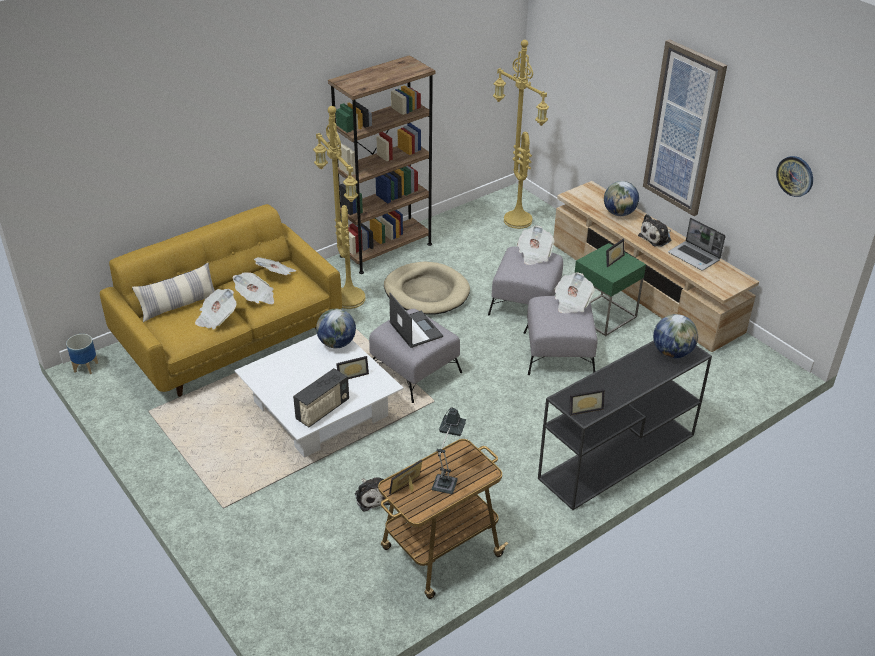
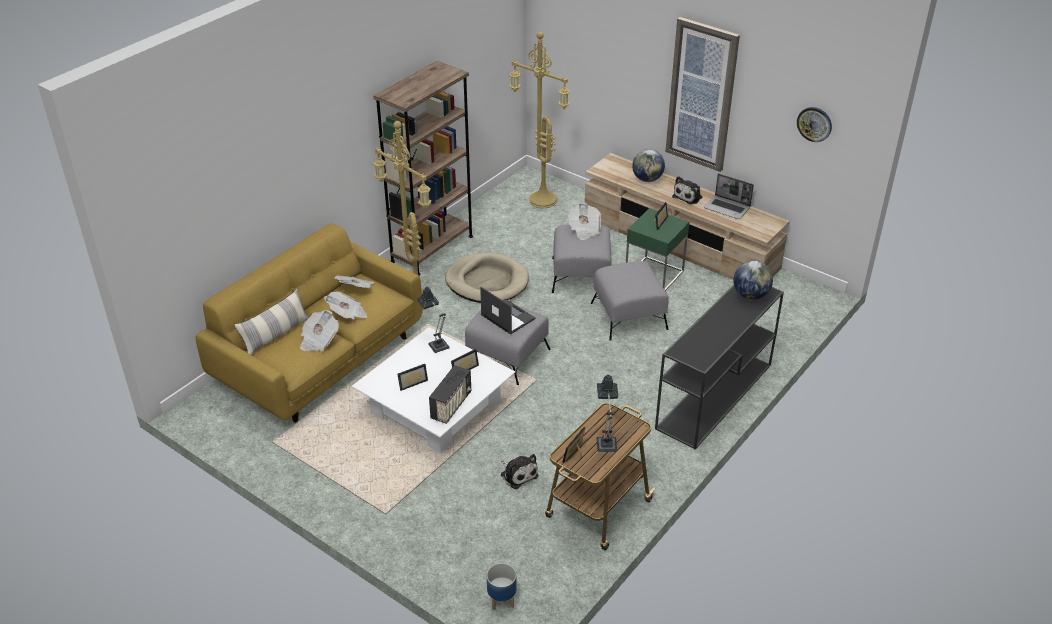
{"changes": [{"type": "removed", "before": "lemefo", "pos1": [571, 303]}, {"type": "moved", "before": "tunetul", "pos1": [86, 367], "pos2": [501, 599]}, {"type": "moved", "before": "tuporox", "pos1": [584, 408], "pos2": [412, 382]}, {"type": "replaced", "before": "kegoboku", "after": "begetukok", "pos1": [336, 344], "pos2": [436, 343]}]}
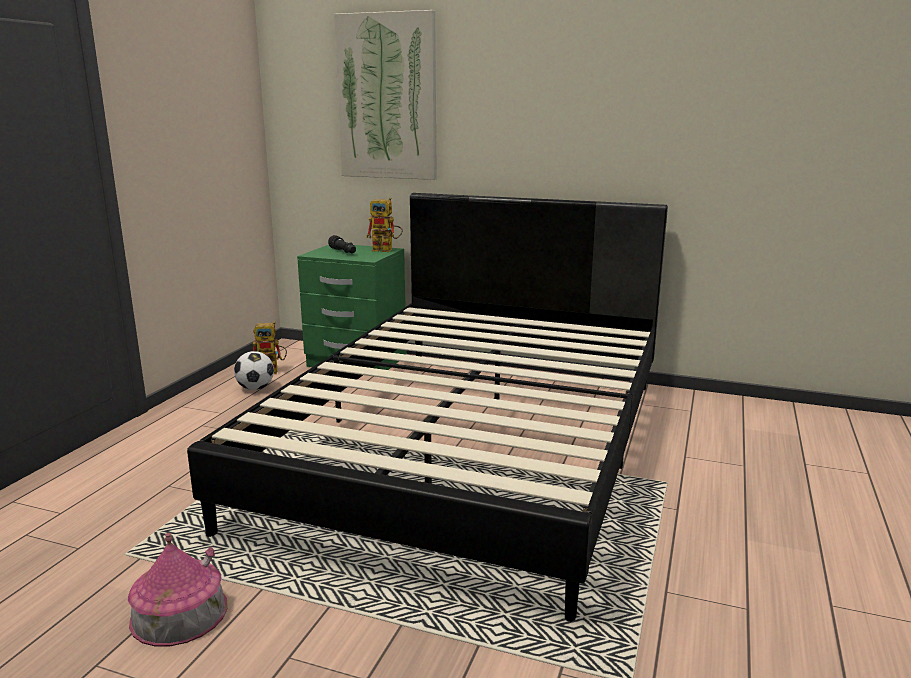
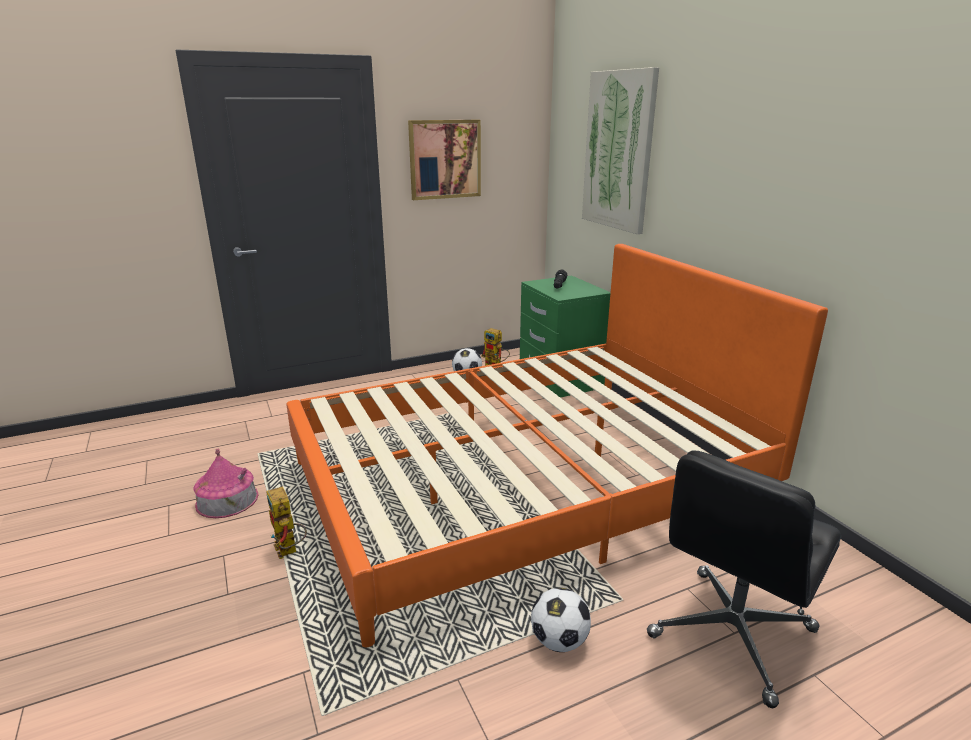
{"changes": [{"type": "added", "after": "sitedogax", "pos2": [445, 159]}, {"type": "added", "after": "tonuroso", "pos2": [559, 641]}, {"type": "added", "after": "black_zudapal", "pos2": [731, 634]}, {"type": "moved", "before": "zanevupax", "pos1": [387, 250], "pos2": [289, 552]}, {"type": "recoloured", "before": "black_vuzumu", "after": "orange_vuzumu", "pos1": [472, 446], "pos2": [525, 483]}]}
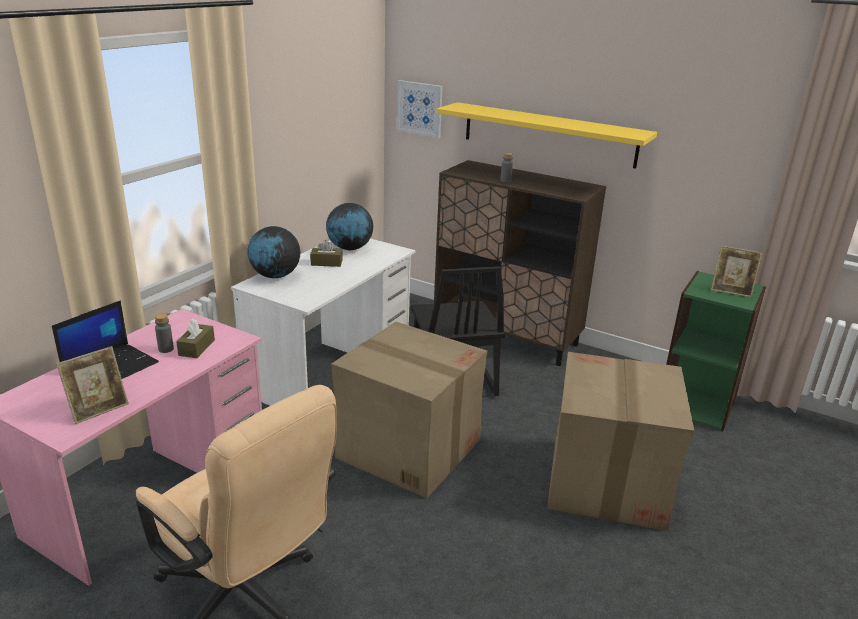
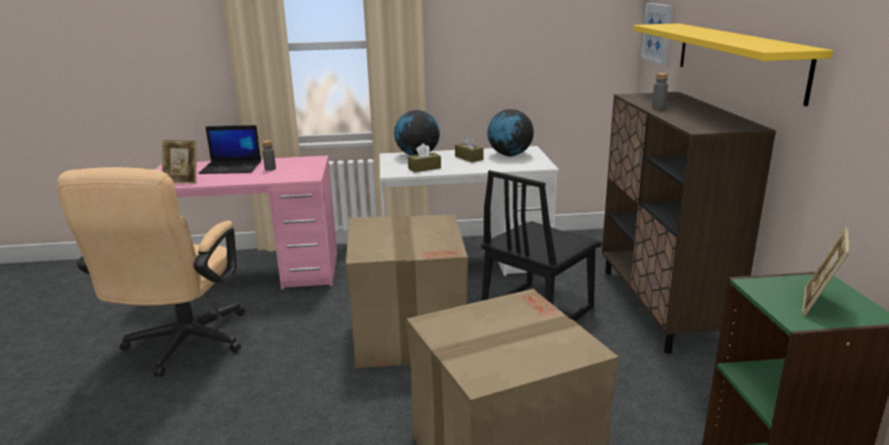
{"changes": [{"type": "moved", "before": "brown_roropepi", "pos1": [196, 347], "pos2": [424, 168]}, {"type": "turned", "before": "tuporox", "pos1": [731, 291], "pos2": [818, 304], "turn": 45}]}
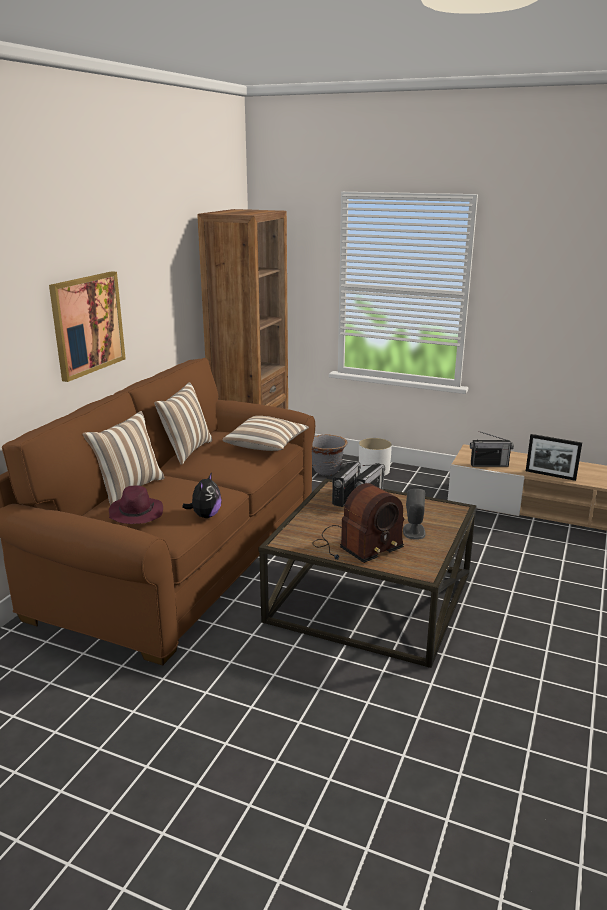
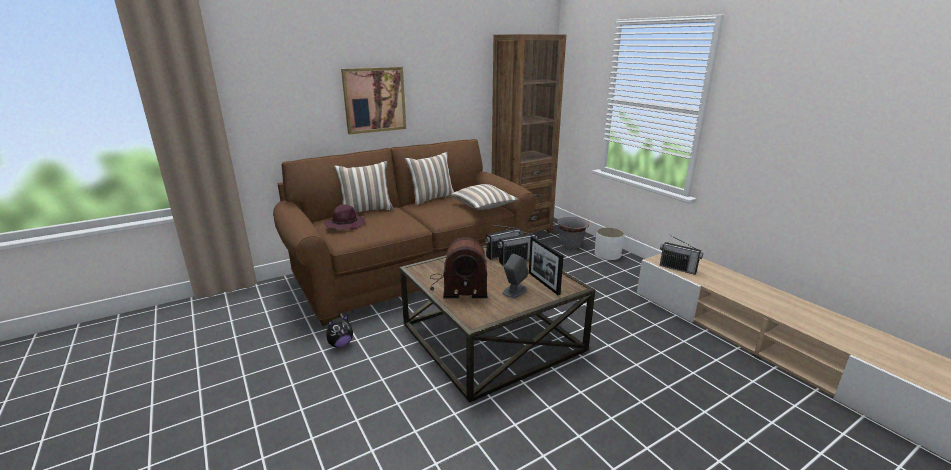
{"changes": [{"type": "moved", "before": "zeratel", "pos1": [205, 516], "pos2": [340, 344]}, {"type": "moved", "before": "tuporox", "pos1": [550, 475], "pos2": [543, 283]}]}
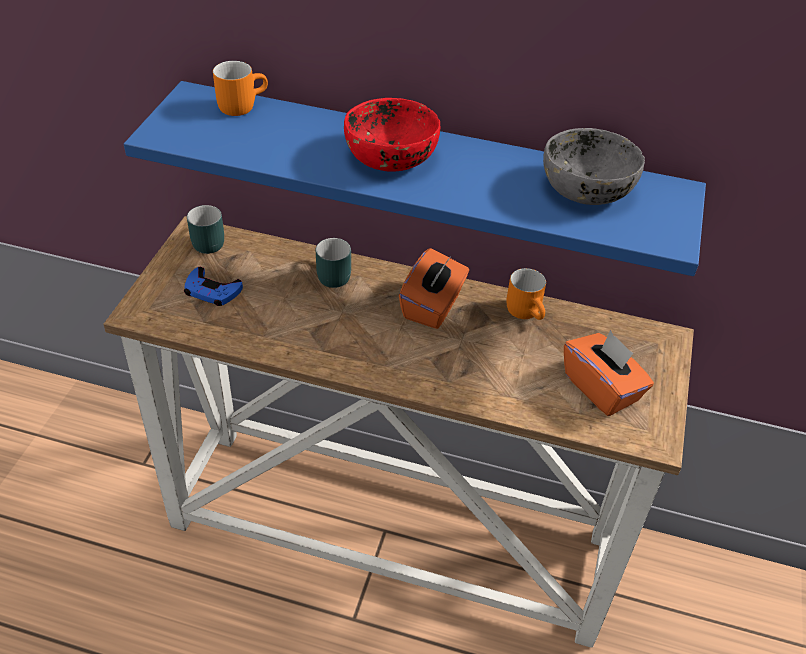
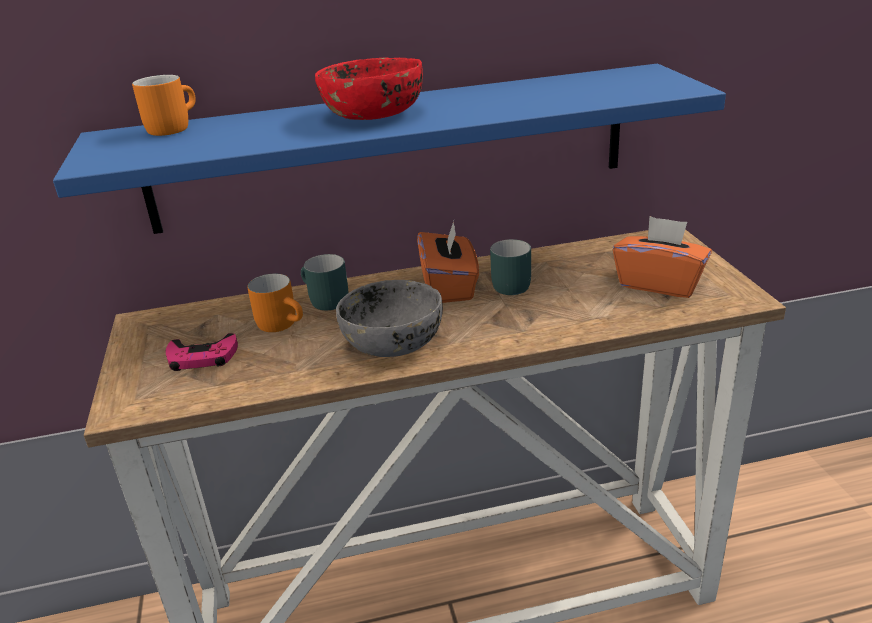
{"changes": [{"type": "moved", "before": "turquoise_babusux", "pos1": [207, 241], "pos2": [505, 285]}, {"type": "moved", "before": "orange_babusux", "pos1": [528, 312], "pos2": [283, 324]}, {"type": "moved", "before": "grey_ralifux", "pos1": [587, 188], "pos2": [393, 341]}, {"type": "recoloured", "before": "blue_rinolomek", "after": "pink_rinolomek", "pos1": [212, 291], "pos2": [202, 358]}]}
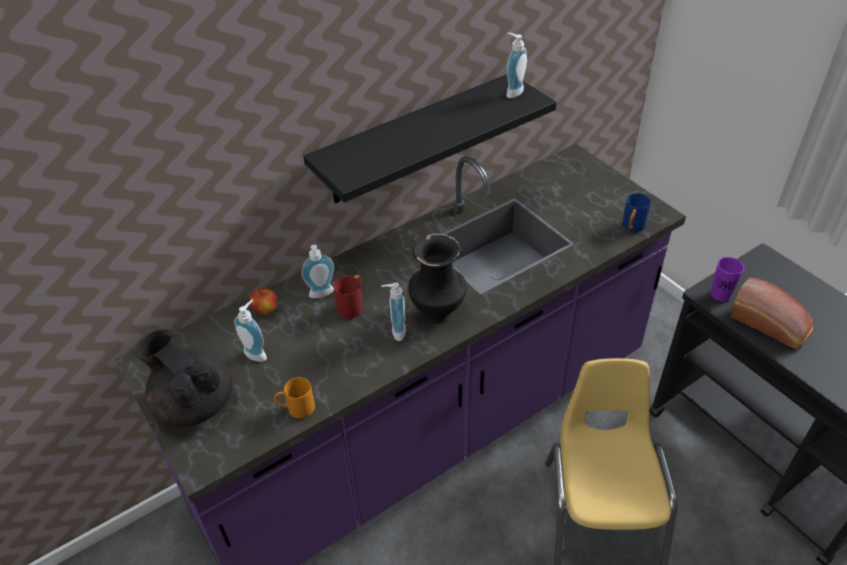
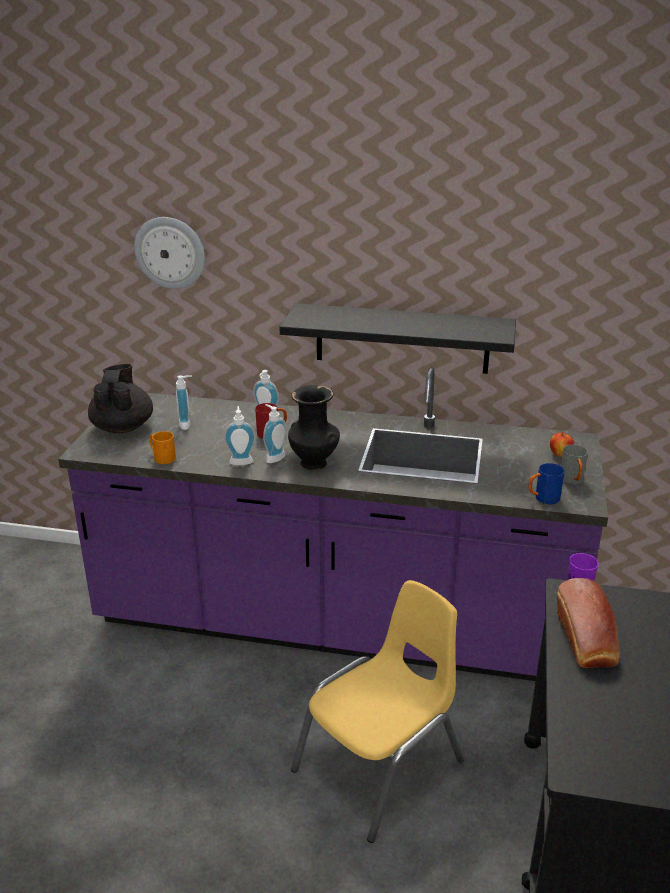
{"changes": [{"type": "added", "after": "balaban", "pos2": [170, 252]}, {"type": "added", "after": "grey_babusux", "pos2": [573, 481]}, {"type": "moved", "before": "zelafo", "pos1": [265, 310], "pos2": [560, 454]}, {"type": "moved", "before": "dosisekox", "pos1": [512, 92], "pos2": [241, 461]}]}
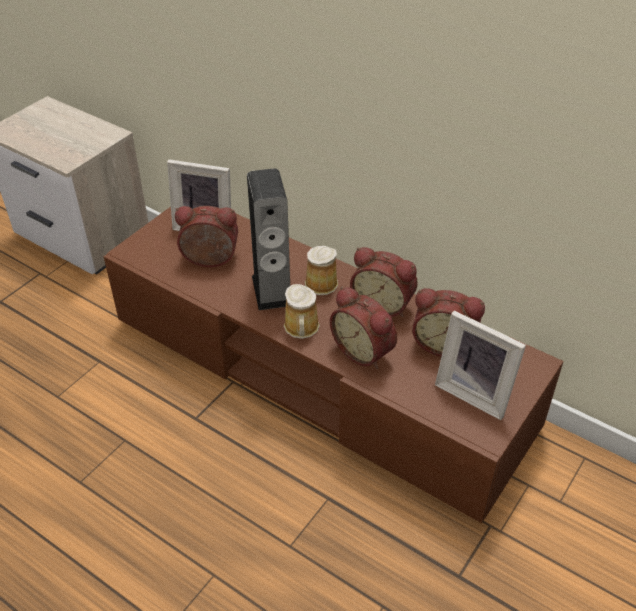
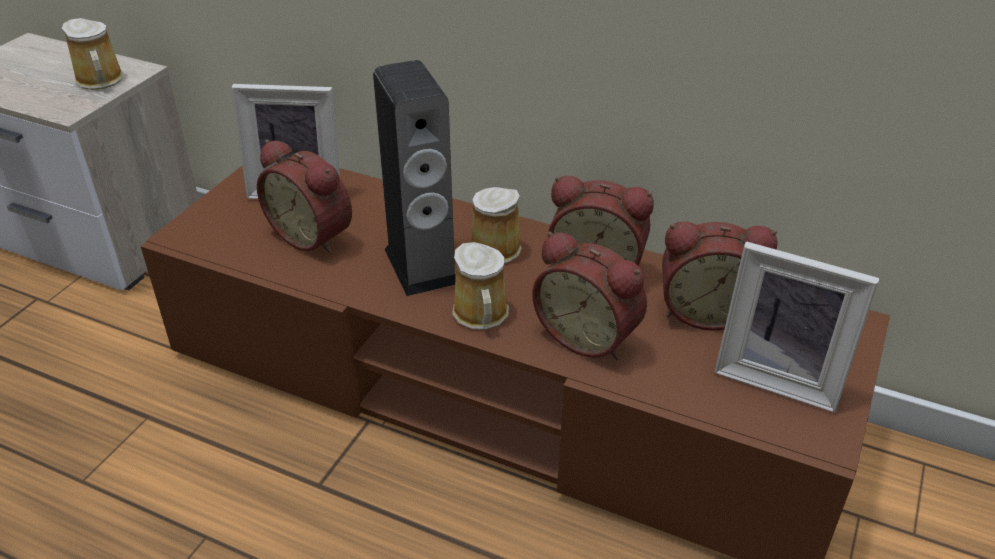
{"changes": [{"type": "added", "after": "babusux", "pos2": [100, 81]}, {"type": "turned", "before": "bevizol", "pos1": [210, 261], "pos2": [314, 235], "turn": -135}]}
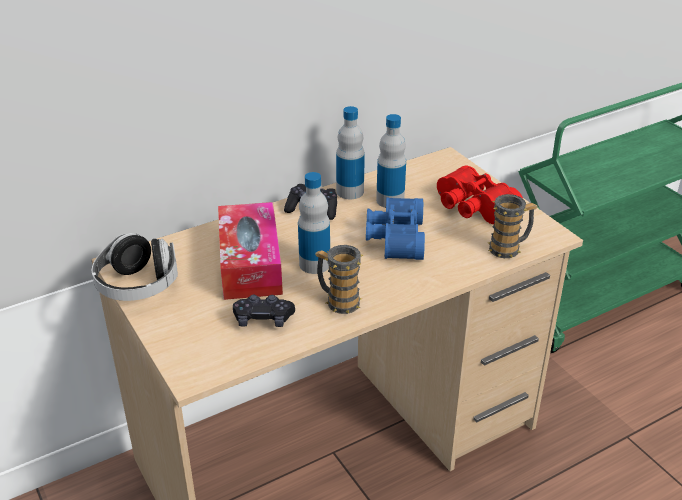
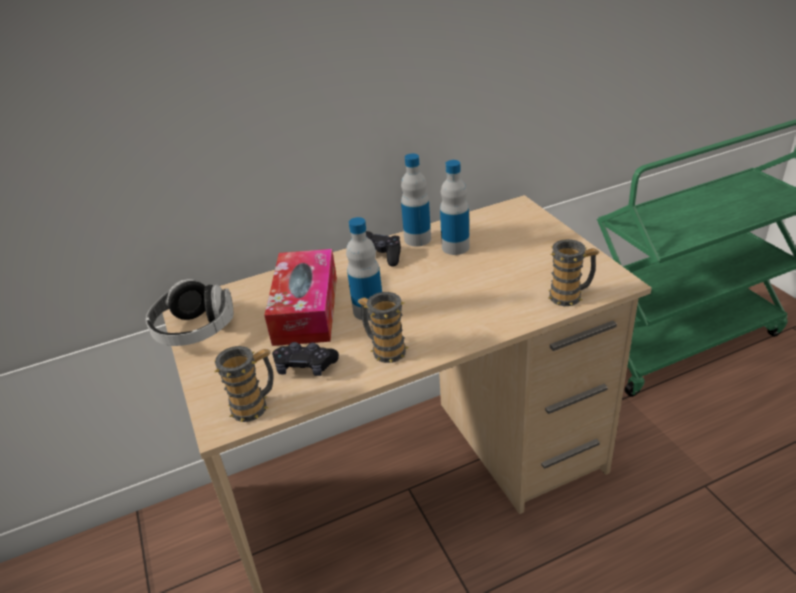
{"changes": [{"type": "removed", "before": "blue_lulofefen", "pos1": [394, 238]}, {"type": "removed", "before": "red_lulofefen", "pos1": [472, 208]}, {"type": "added", "after": "babusux", "pos2": [255, 405]}]}
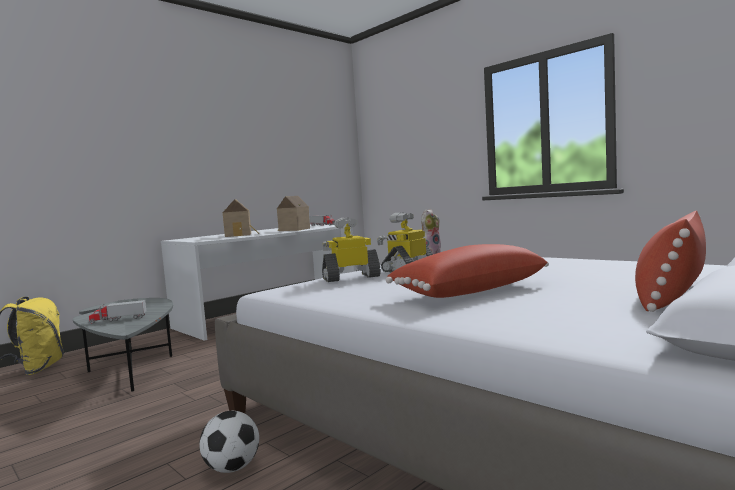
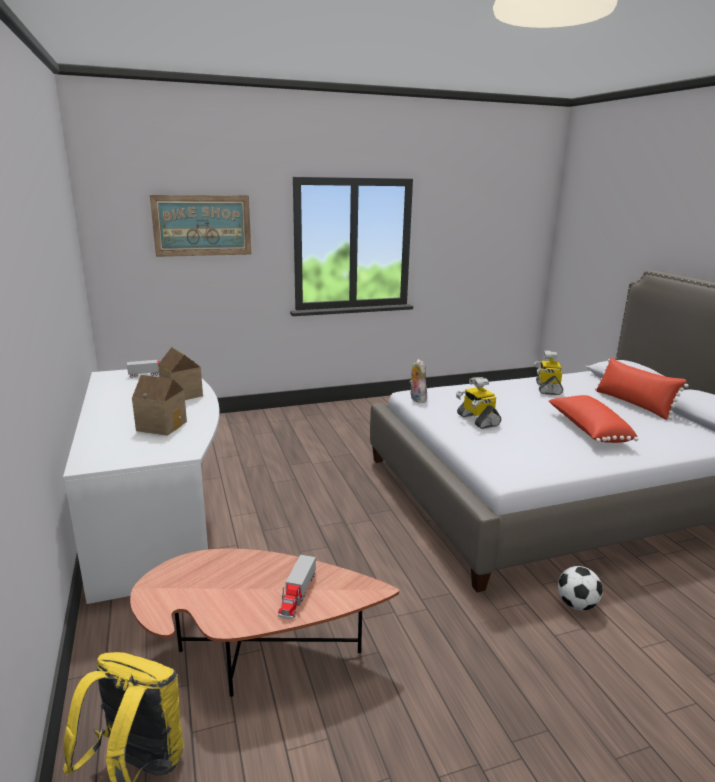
{"changes": [{"type": "added", "after": "sitedogax", "pos2": [202, 225]}, {"type": "moved", "before": "zanevupax", "pos1": [351, 277], "pos2": [547, 388]}, {"type": "recoloured", "before": "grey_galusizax", "after": "brown_galusizax", "pos1": [132, 366], "pos2": [254, 650]}]}
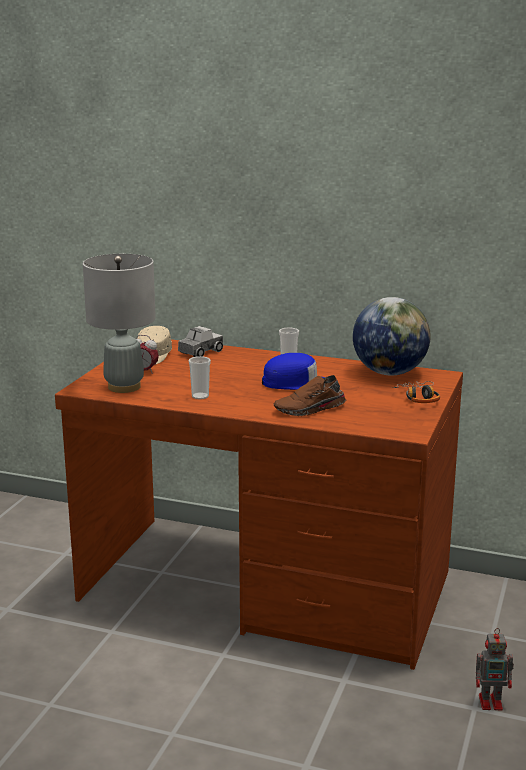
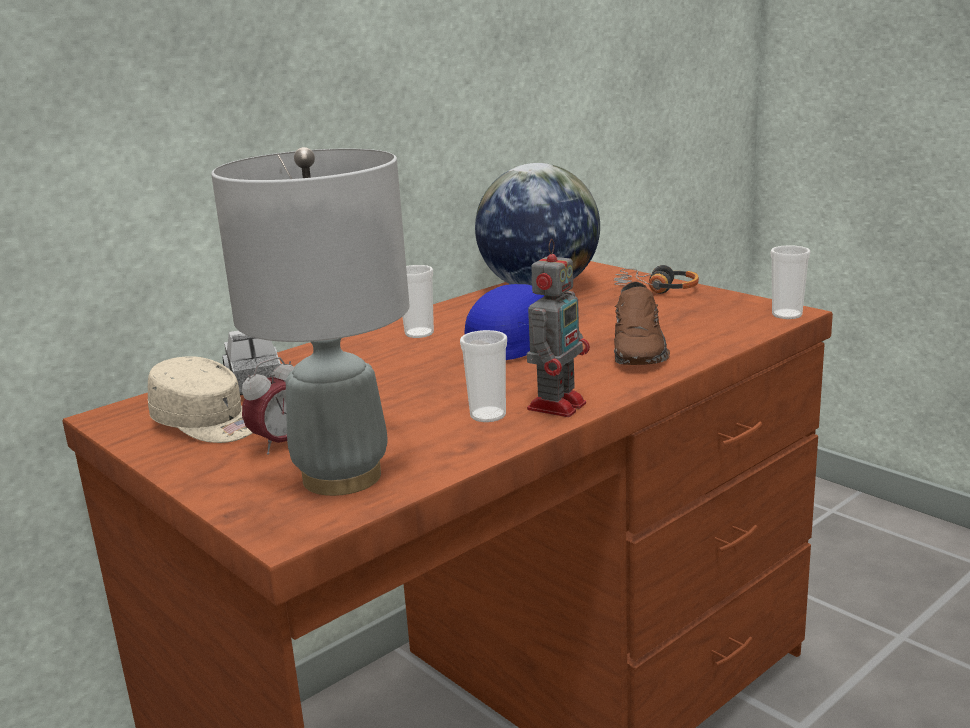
{"changes": [{"type": "added", "after": "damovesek", "pos2": [787, 315]}, {"type": "moved", "before": "zanevupax", "pos1": [492, 702], "pos2": [558, 405]}]}
